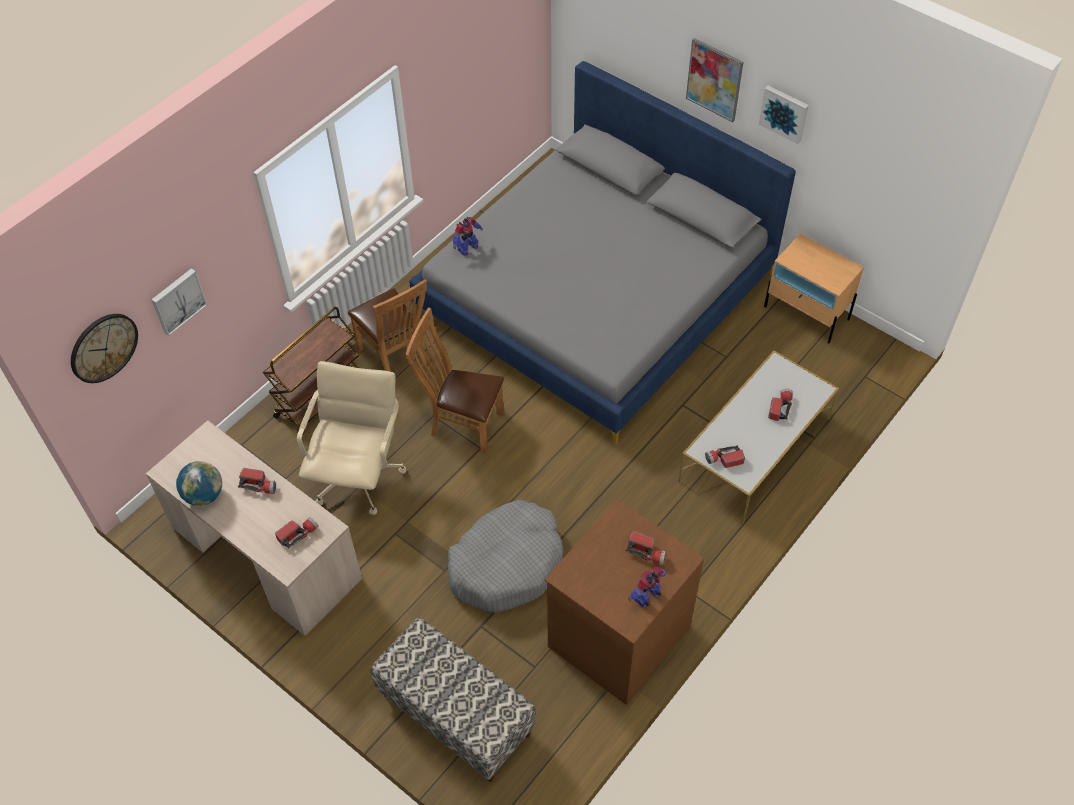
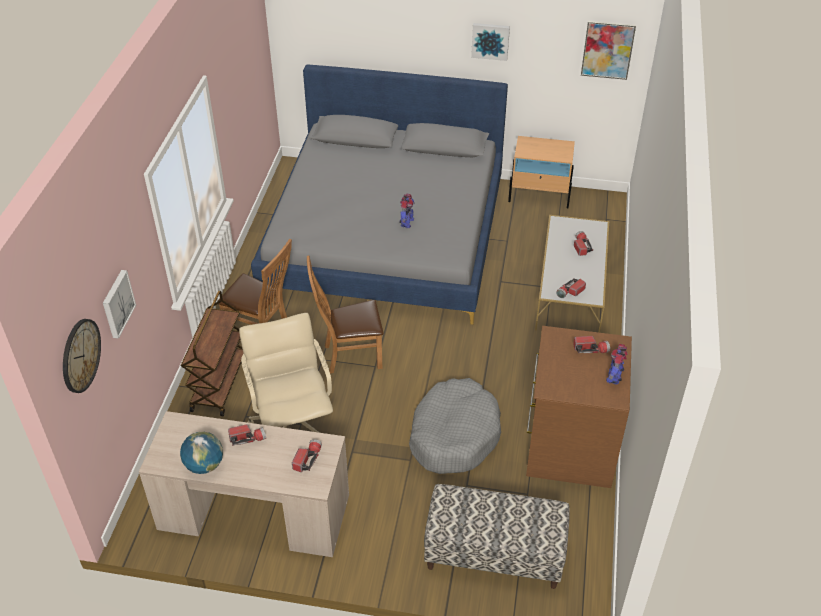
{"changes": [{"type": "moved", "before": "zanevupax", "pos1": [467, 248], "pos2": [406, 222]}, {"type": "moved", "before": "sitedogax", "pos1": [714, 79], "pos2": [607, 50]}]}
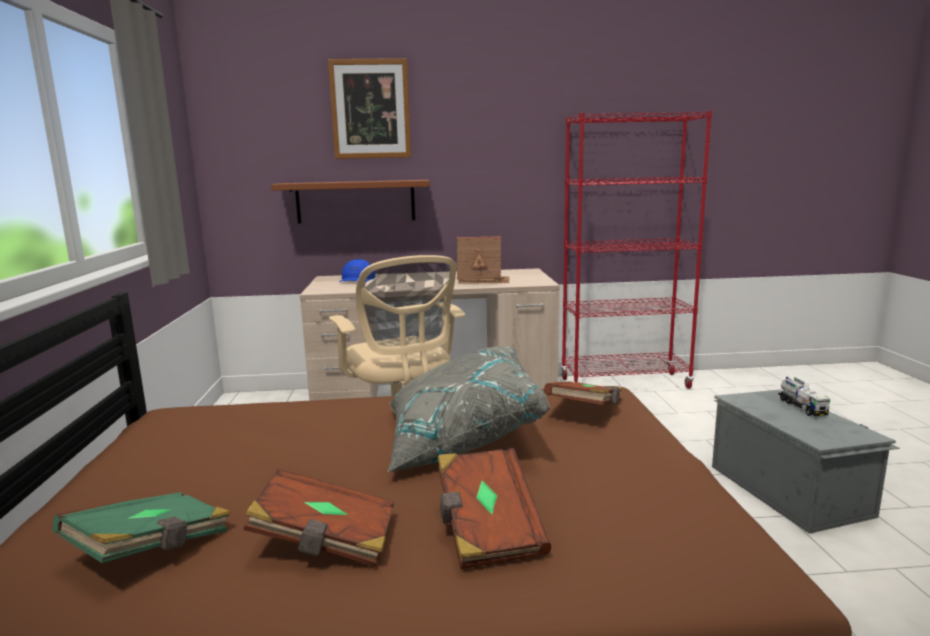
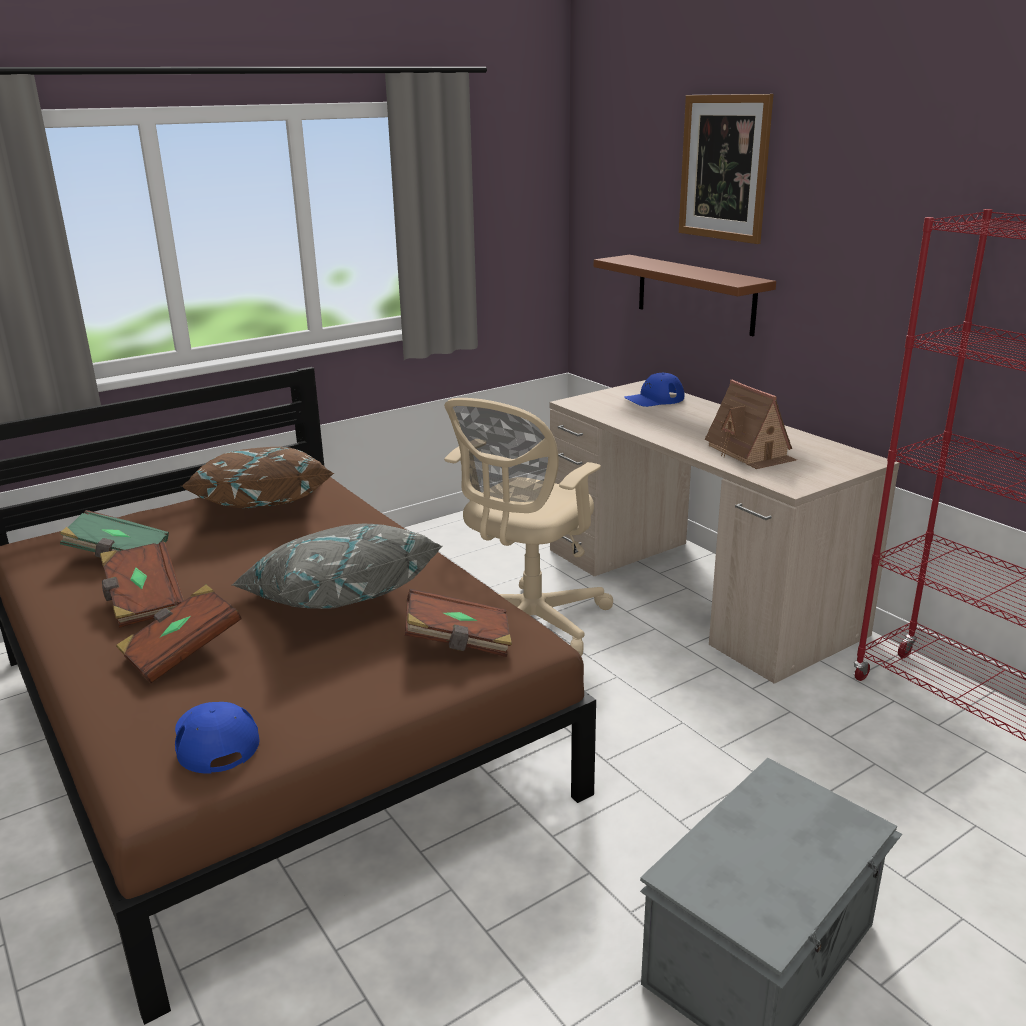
{"changes": [{"type": "removed", "before": "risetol", "pos1": [801, 407]}, {"type": "added", "after": "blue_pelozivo", "pos2": [215, 739]}, {"type": "added", "after": "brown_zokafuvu", "pos2": [264, 505]}]}
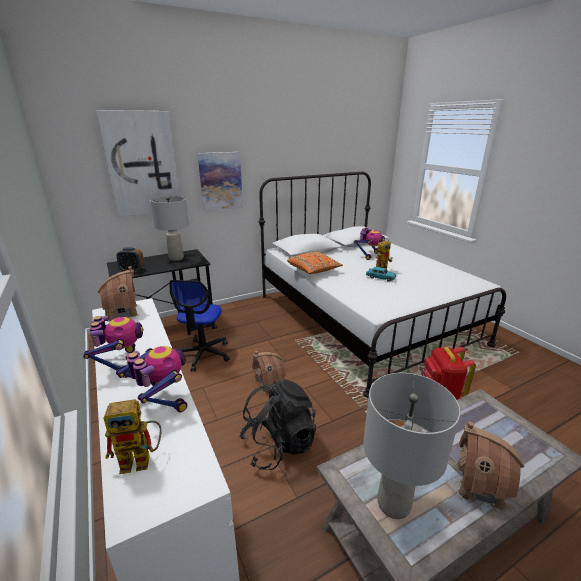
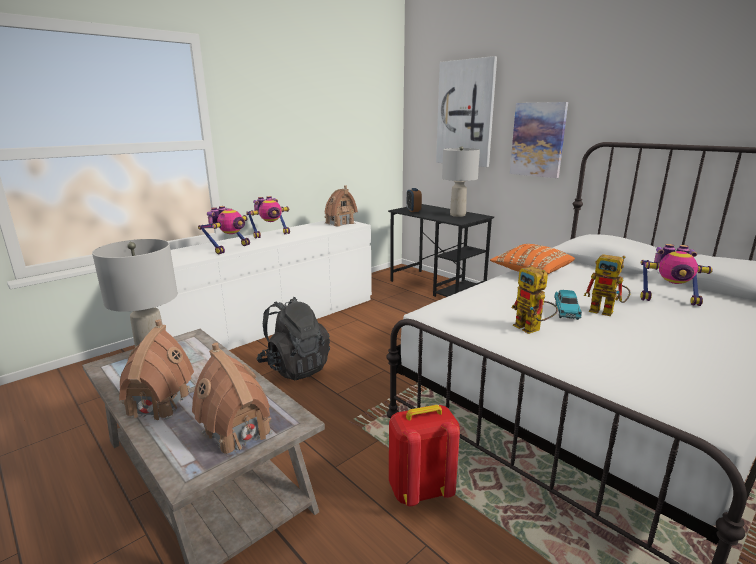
{"changes": [{"type": "removed", "before": "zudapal", "pos1": [203, 354]}, {"type": "moved", "before": "zanevupax", "pos1": [142, 459], "pos2": [532, 329]}, {"type": "moved", "before": "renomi", "pos1": [269, 382], "pos2": [237, 432]}]}
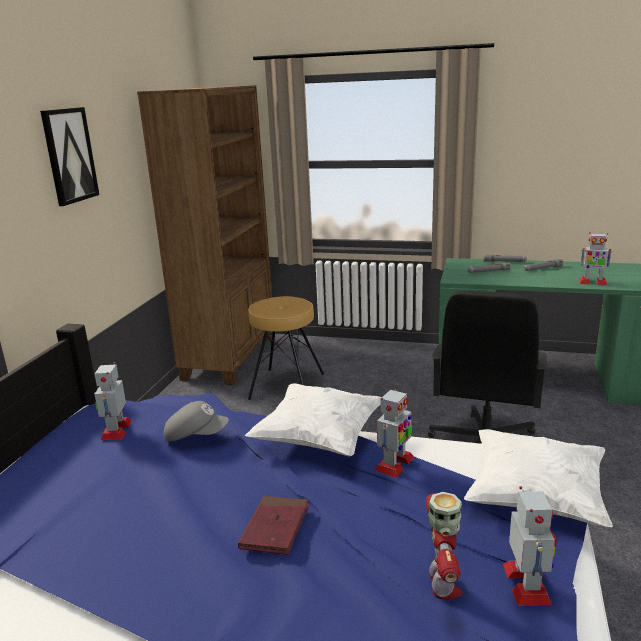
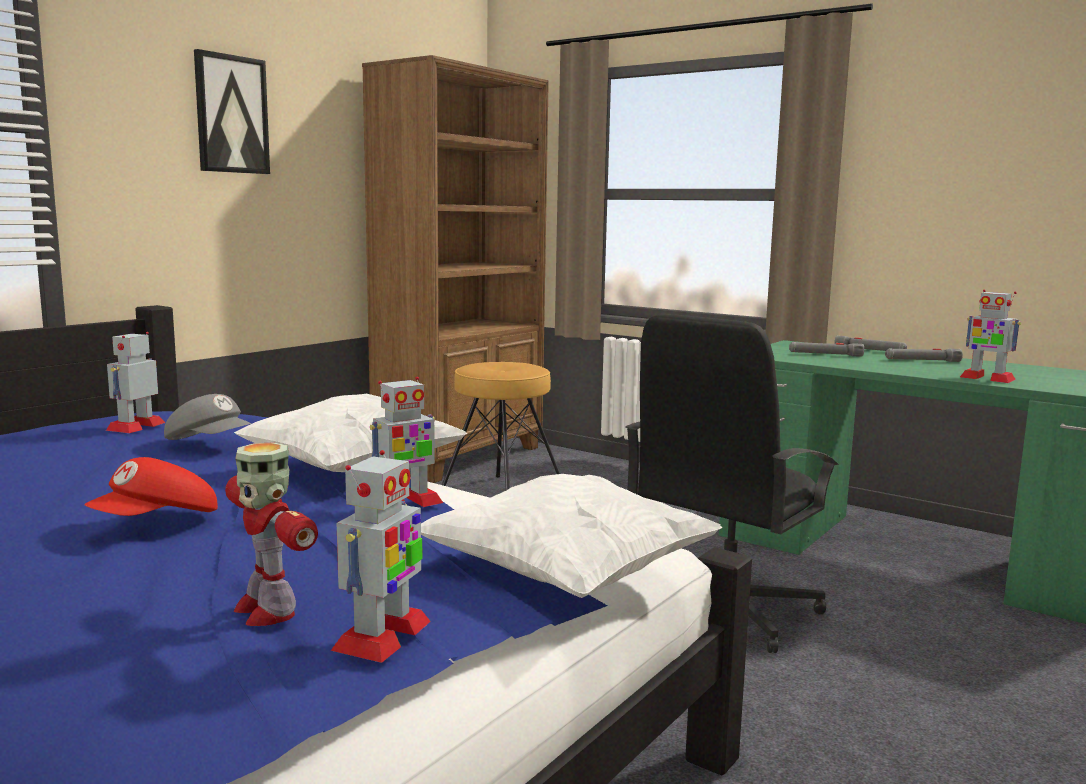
{"changes": [{"type": "replaced", "before": "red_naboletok", "after": "red_pelozivo", "pos1": [275, 528], "pos2": [157, 522]}, {"type": "turned", "before": "zanevupax", "pos1": [443, 585], "pos2": [267, 610], "turn": 120}]}
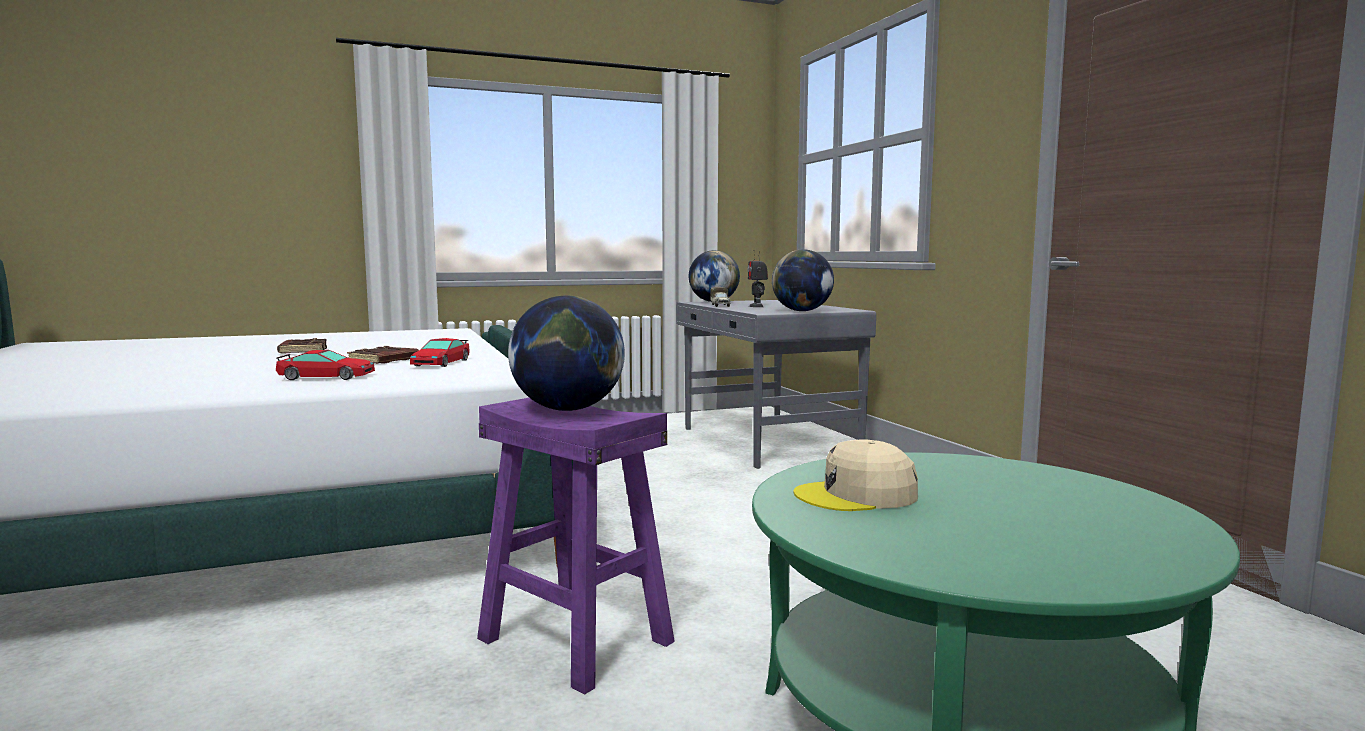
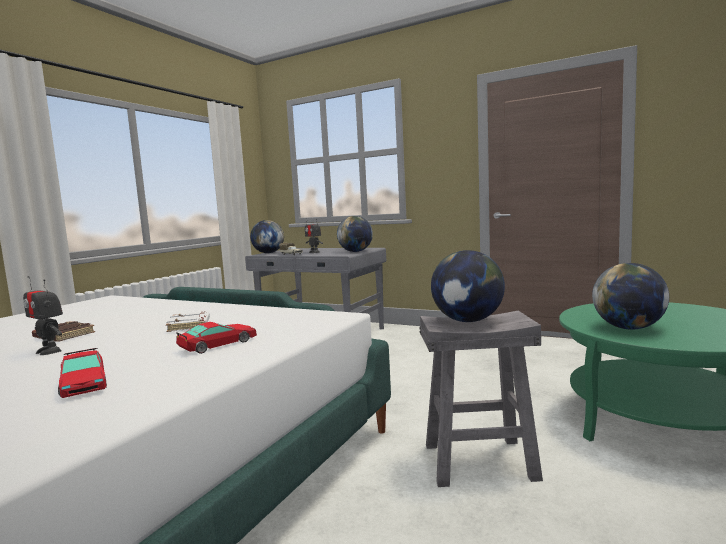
{"changes": [{"type": "added", "after": "zanevupax", "pos2": [49, 351]}, {"type": "moved", "before": "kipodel", "pos1": [441, 363], "pos2": [83, 383]}, {"type": "replaced", "before": "beige_pelozivo", "after": "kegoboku", "pos1": [856, 495], "pos2": [628, 328]}, {"type": "recoloured", "before": "brown_naboletok", "after": "white_naboletok", "pos1": [384, 360], "pos2": [190, 325]}, {"type": "recoloured", "before": "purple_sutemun", "after": "grey_sutemun", "pos1": [577, 640], "pos2": [479, 461]}]}
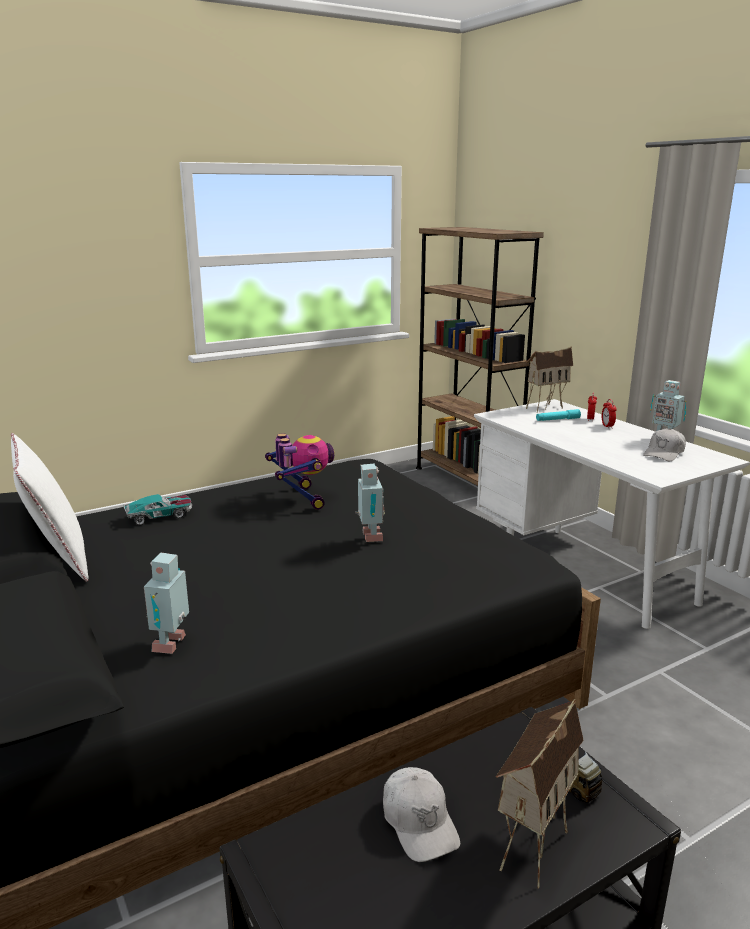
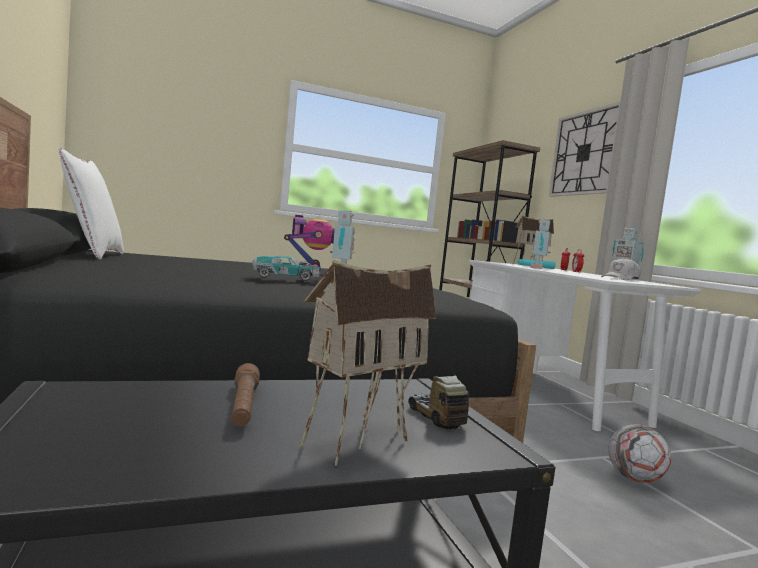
{"changes": [{"type": "added", "after": "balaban", "pos2": [584, 153]}, {"type": "added", "after": "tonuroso", "pos2": [635, 479]}, {"type": "moved", "before": "kipodel", "pos1": [159, 516], "pos2": [285, 277]}, {"type": "moved", "before": "zanevupax", "pos1": [172, 643], "pos2": [538, 268]}, {"type": "replaced", "before": "white_pelozivo", "after": "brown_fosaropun", "pos1": [419, 822], "pos2": [243, 406]}]}
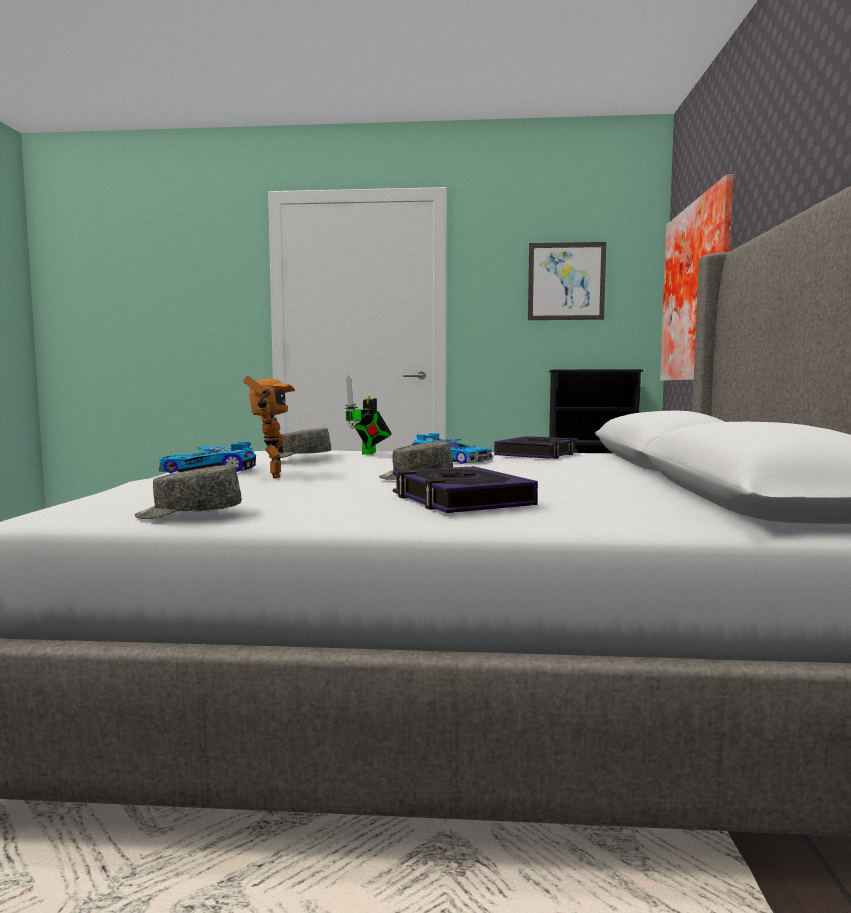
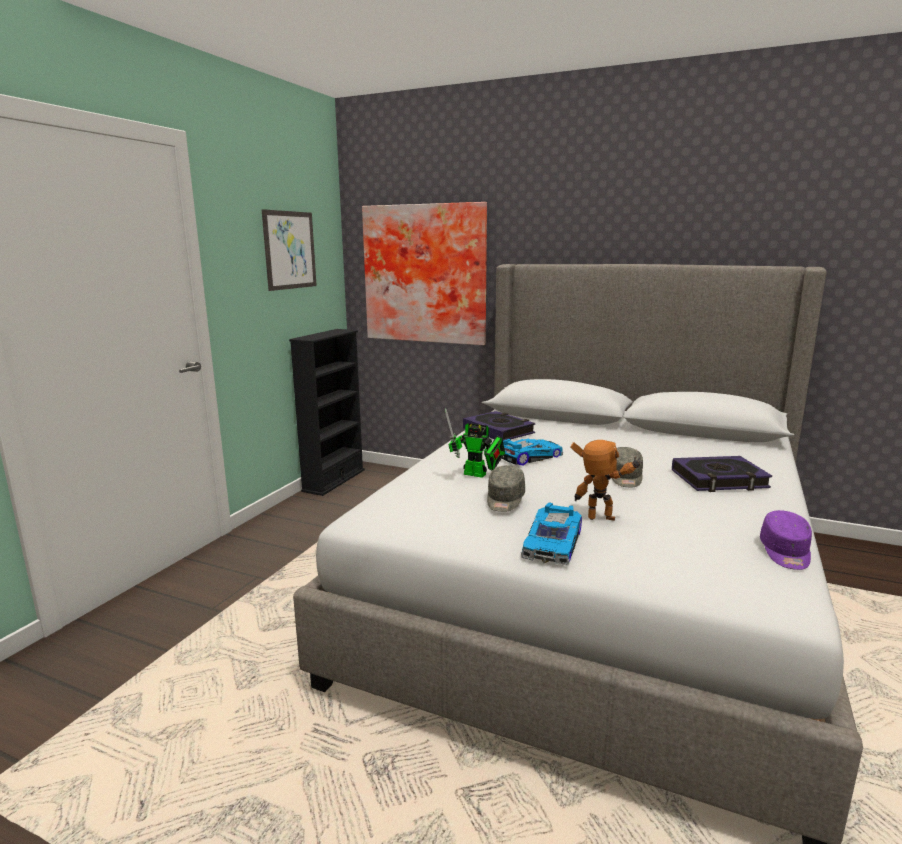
{"changes": [{"type": "recoloured", "before": "grey_pelozivo", "after": "purple_pelozivo", "pos1": [188, 514], "pos2": [785, 553]}]}
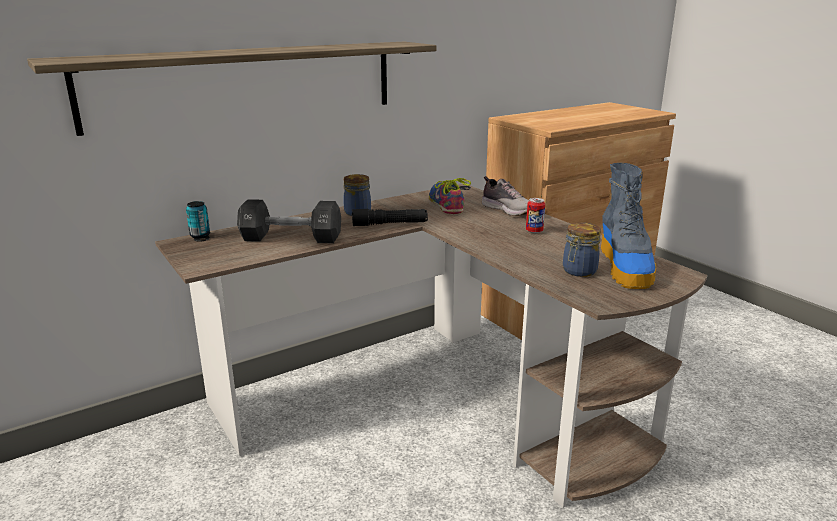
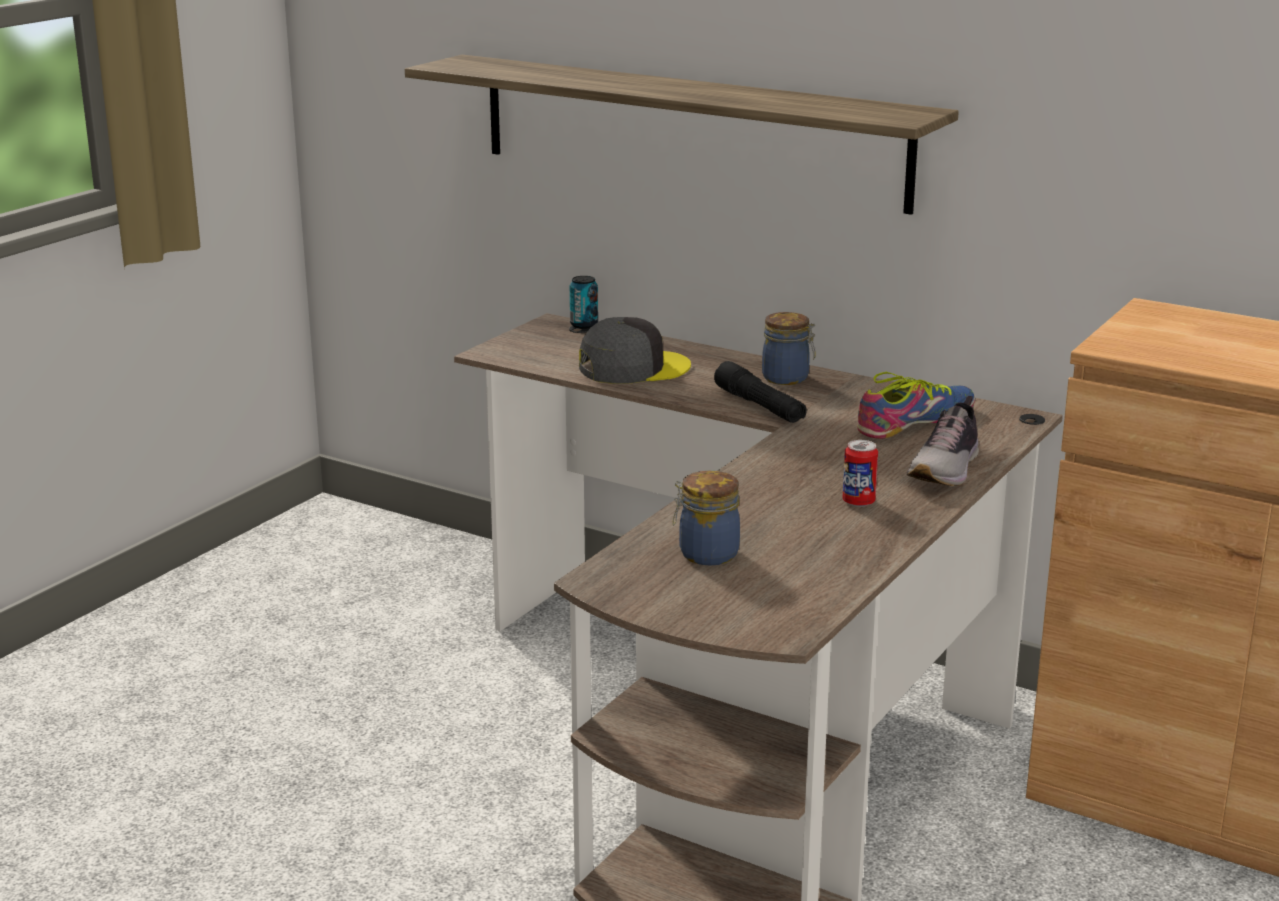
{"changes": [{"type": "removed", "before": "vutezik", "pos1": [626, 267]}, {"type": "replaced", "before": "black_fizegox", "after": "grey_pelozivo", "pos1": [291, 238], "pos2": [633, 368]}]}
